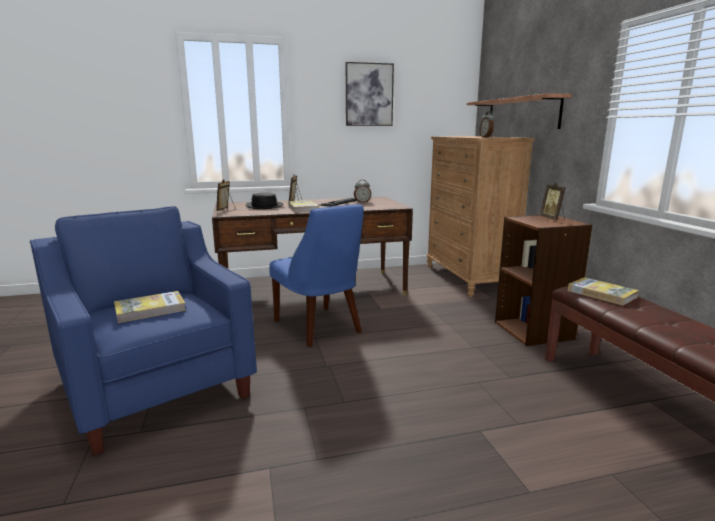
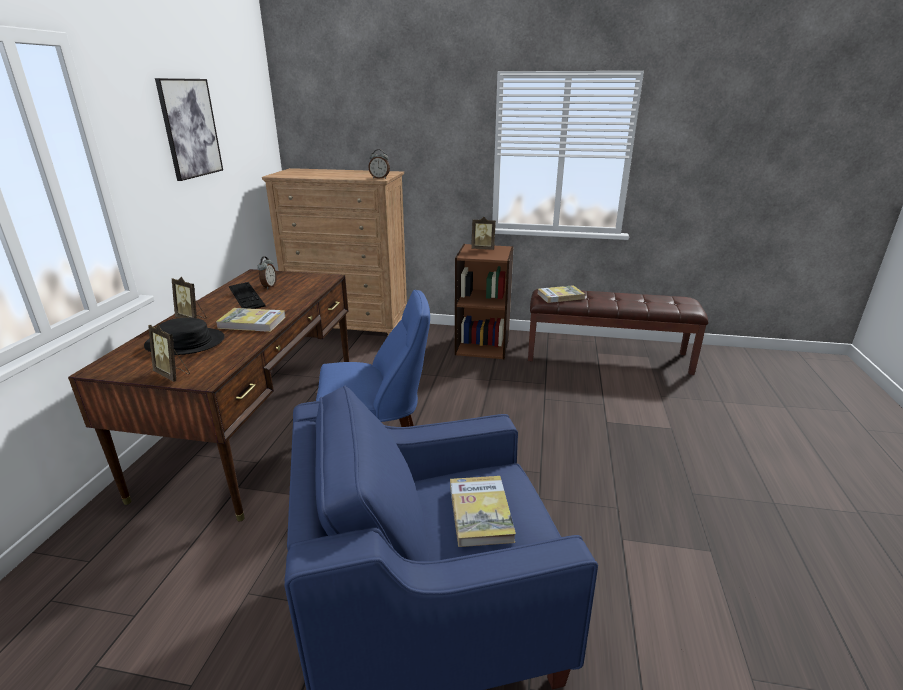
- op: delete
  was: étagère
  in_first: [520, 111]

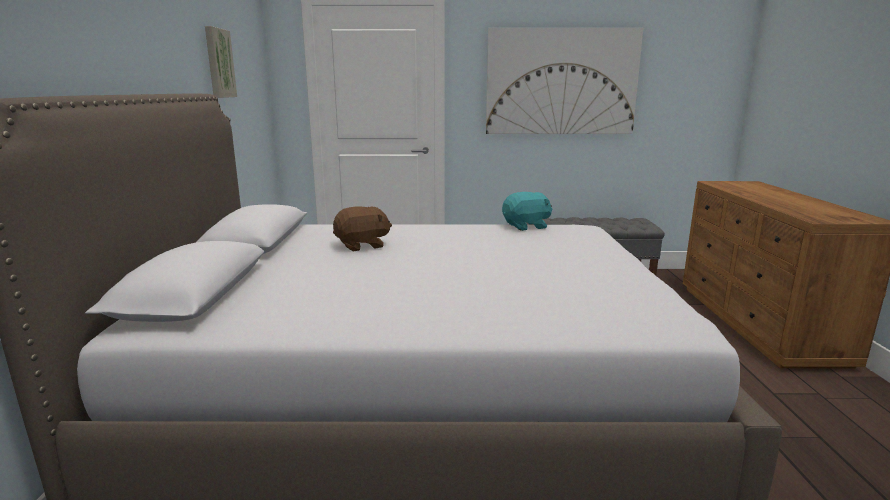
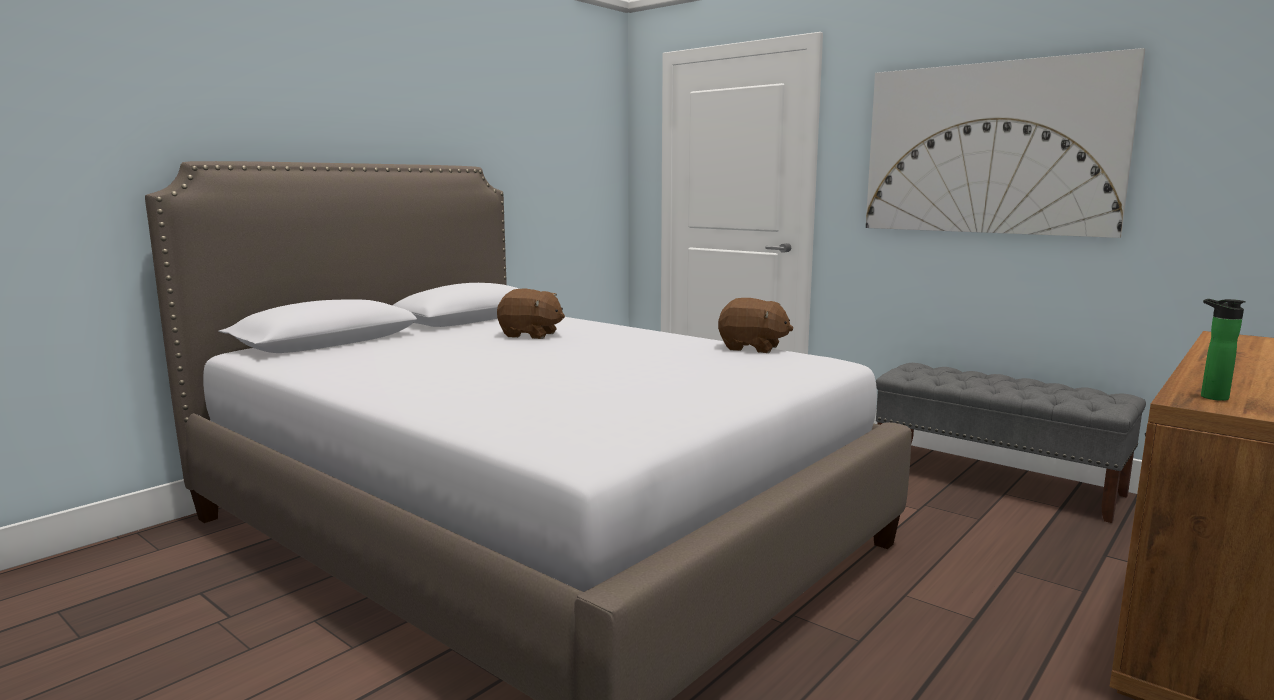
- op: recolor
  was: peluche/turquoise
  now: peluche/marron
  in_first: [527, 211]
  in_second: [755, 325]
- op: insert
  now: bouteille
  in_second: [1223, 350]
- op: delete
  was: tableau
  in_first: [221, 62]

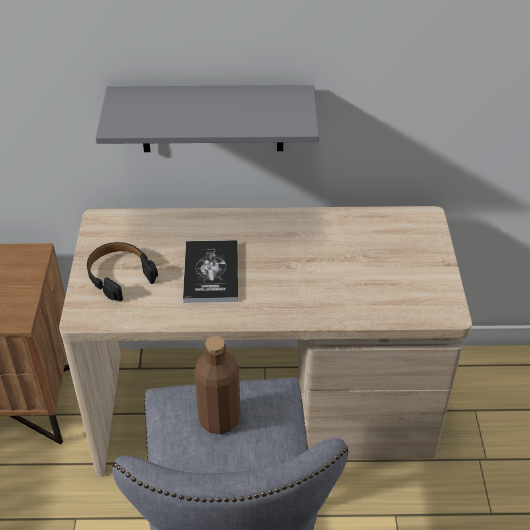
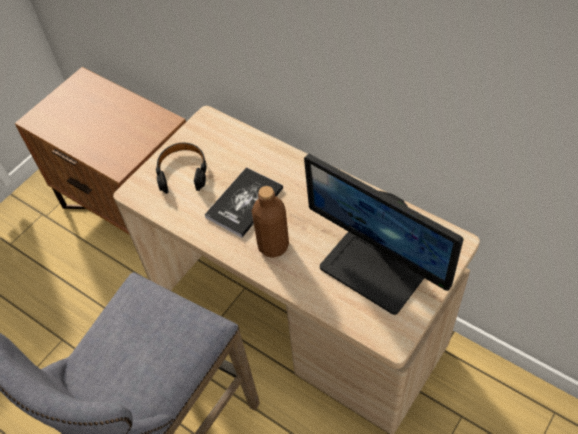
- op: move
  was: bouteille/marron
  in_first: [217, 385]
  in_second: [270, 222]
- op: insert
  now: écran d'ordinateur
  in_second: [384, 234]
- op: delete
  was: étagère/gris
  in_first: [207, 118]

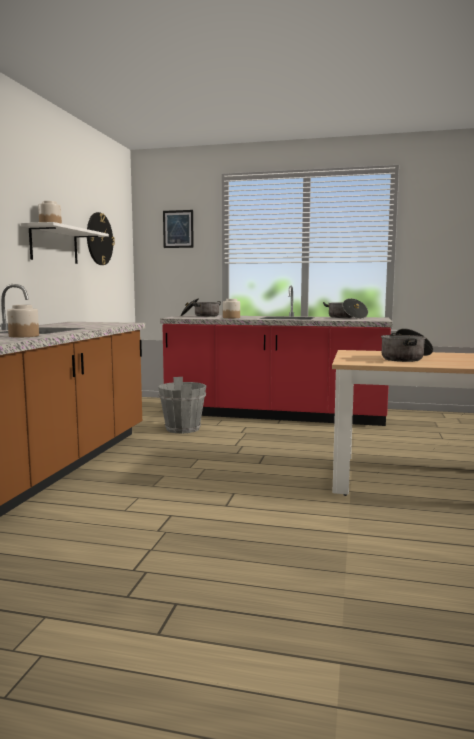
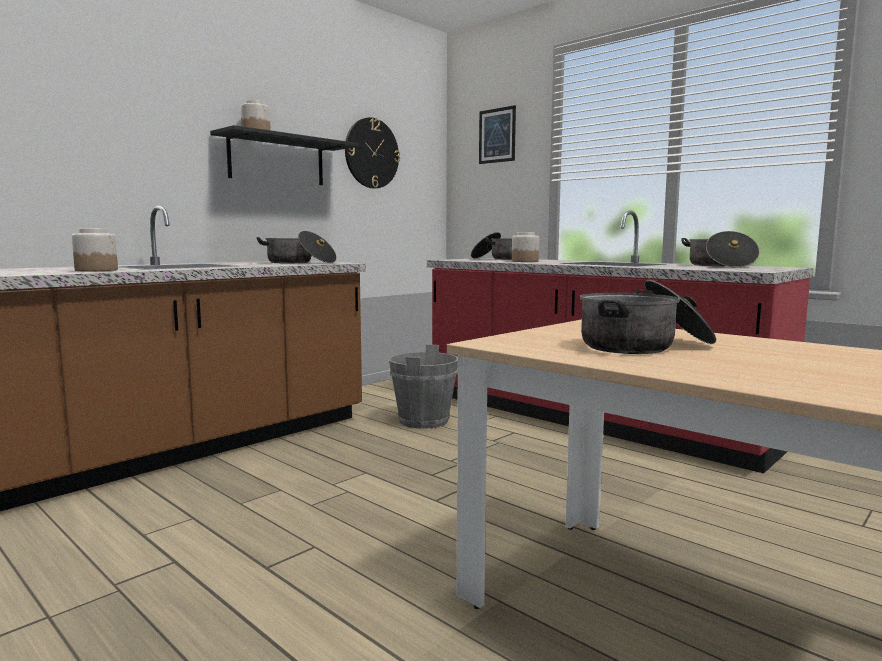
- op: recolor
  was: étagère/blanc
  now: étagère/noir
  in_first: [65, 243]
  in_second: [284, 155]
- op: insert
  now: marmite
  in_second: [296, 247]

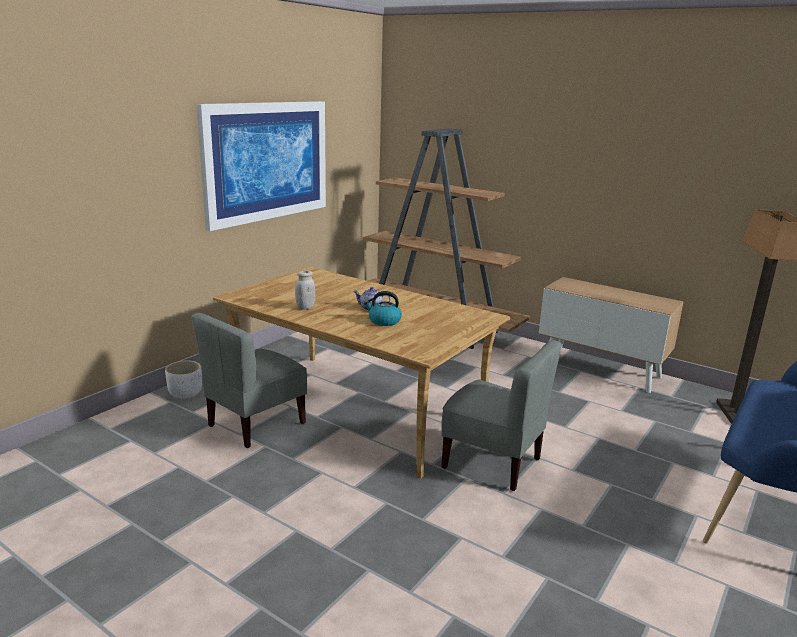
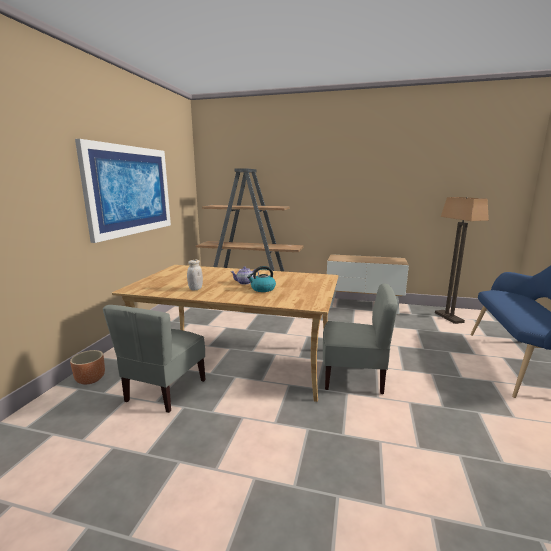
- op: recolor
  was: cache-pot/blanc
  now: cache-pot/marron
  in_first: [183, 379]
  in_second: [87, 367]

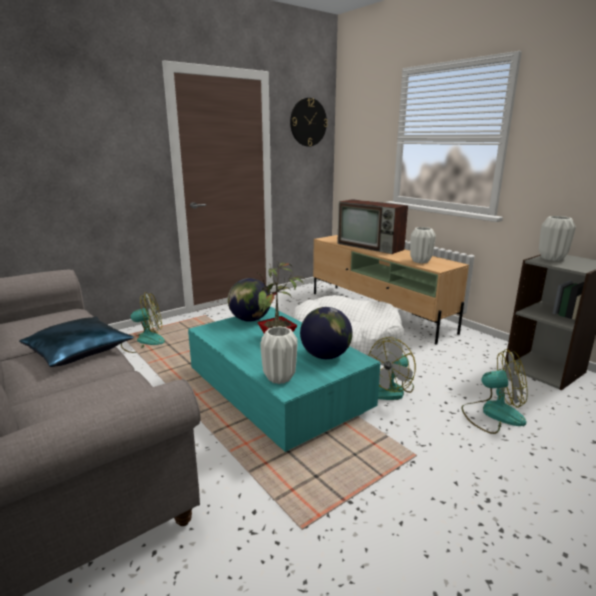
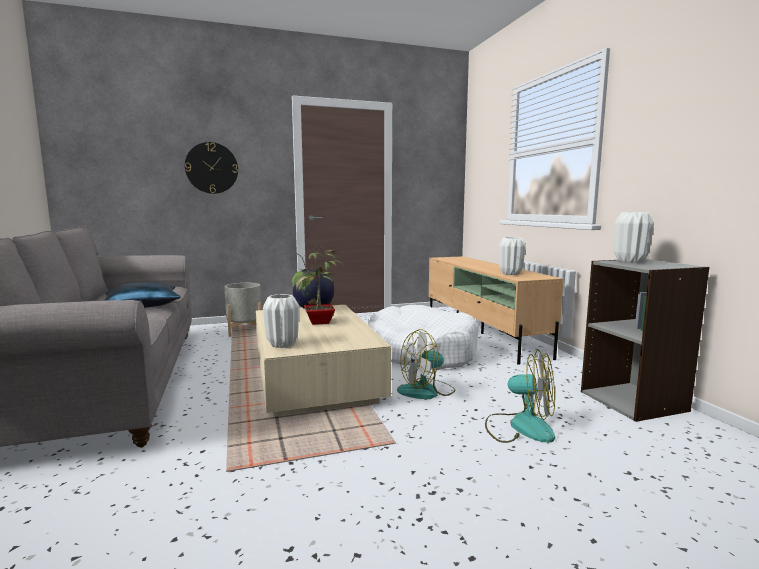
- op: move
  was: horloge murale
  in_first: [309, 122]
  in_second: [211, 168]
- op: replace
  was: ventilateur
  now: cache-pot/gris
  in_first: [143, 322]
  in_second: [242, 310]
- op: recolor
  was: table basse/turquoise
  now: table basse/beige
  in_first: [284, 379]
  in_second: [323, 361]
- op: delete
  was: globe
  in_first: [326, 333]
- op: delete
  was: téléviseur
  in_first: [372, 226]

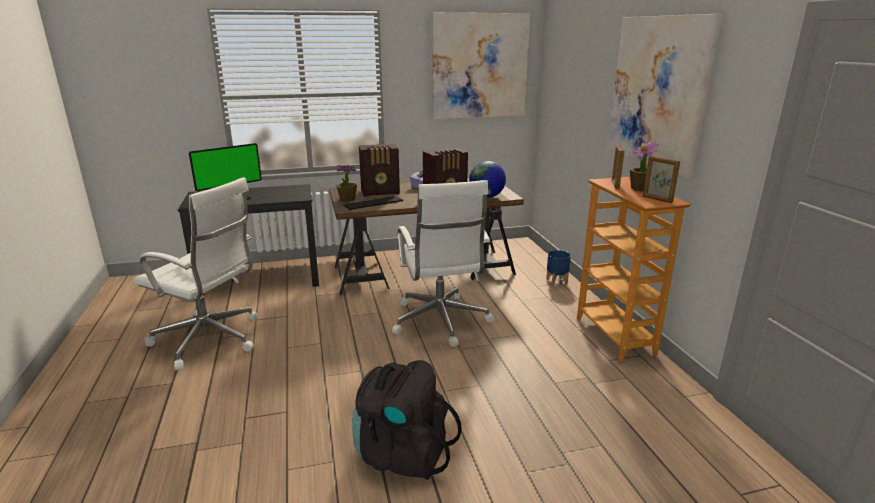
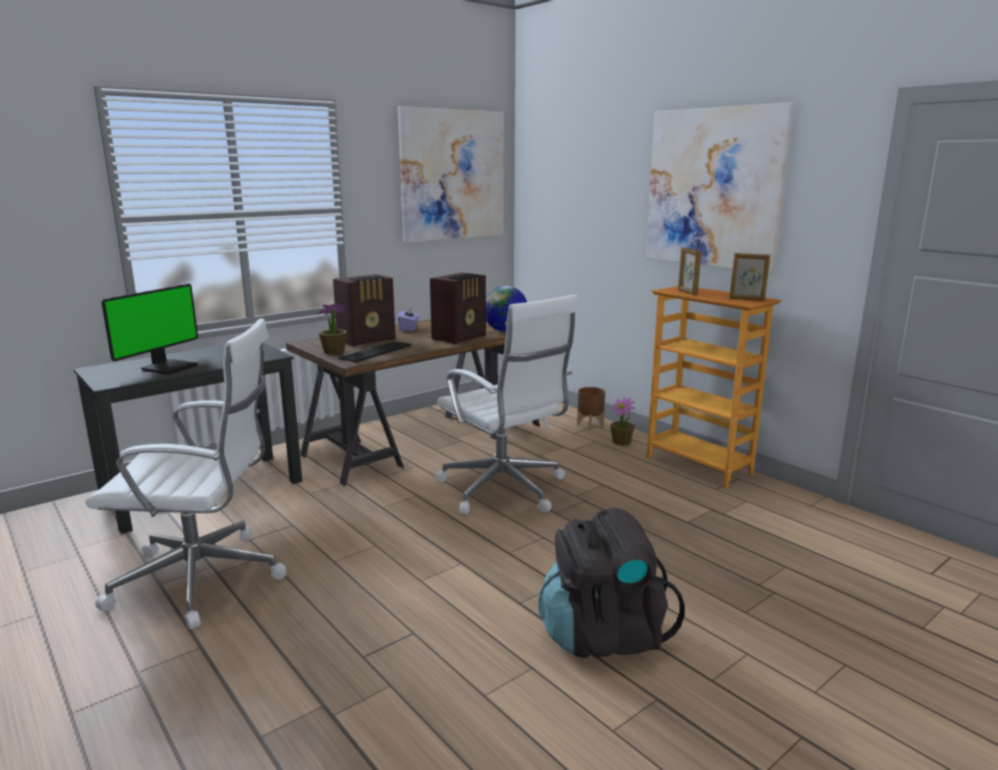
- op: recolor
  was: cache-pot/bleu
  now: cache-pot/marron
  in_first: [558, 268]
  in_second: [591, 408]
- op: move
  was: plante en pot
  in_first: [644, 166]
  in_second: [622, 421]

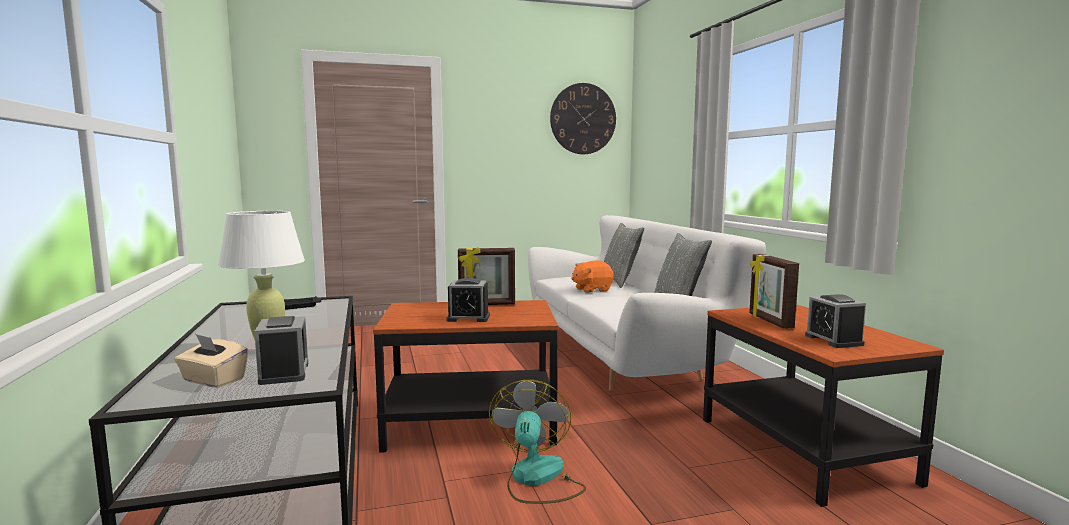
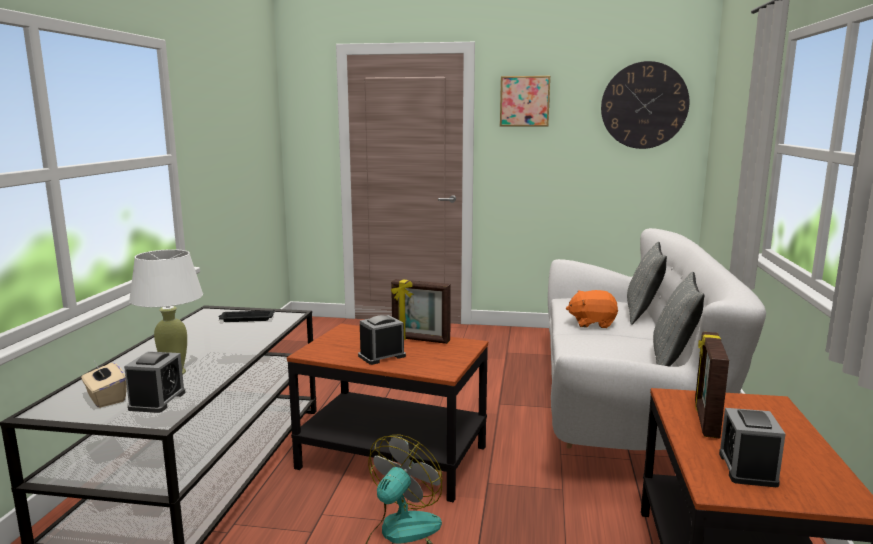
- op: rotate
  was: réveil
  in_first: [468, 300]
  in_second: [382, 340]
  clockwise: 120
- op: insert
  now: tableau
  in_second: [525, 101]

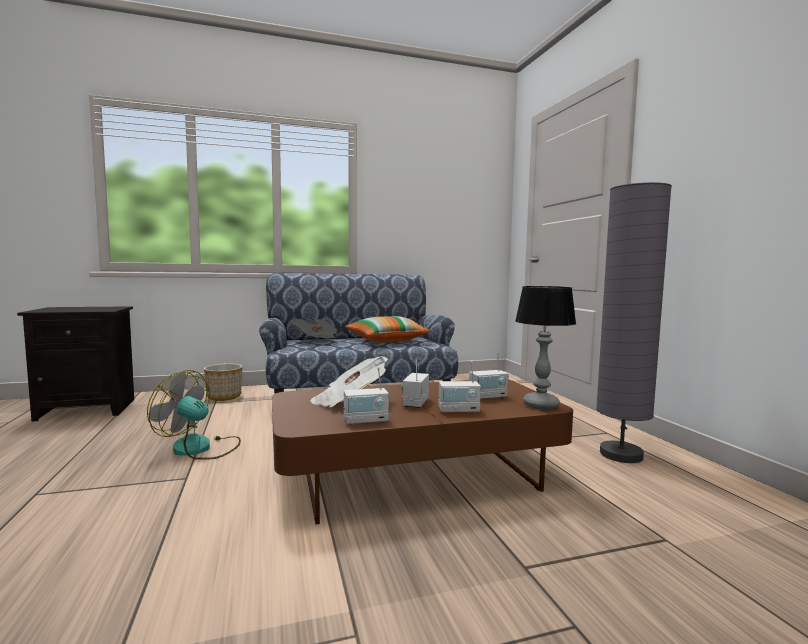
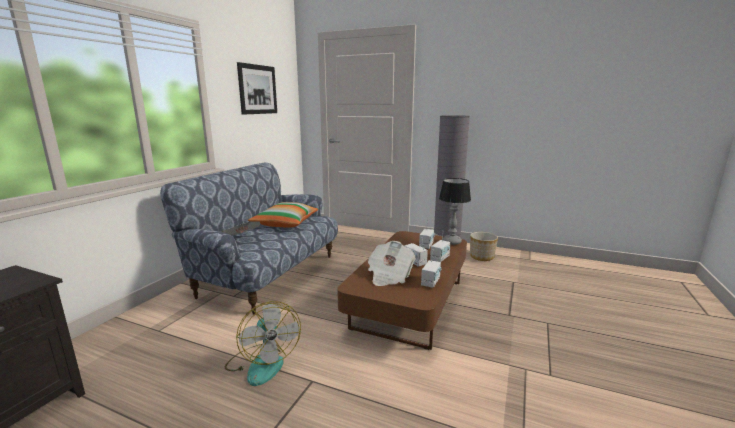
- op: rotate
  was: ventilateur
  in_first: [194, 415]
  in_second: [263, 343]
  clockwise: -90
- op: insert
  now: tableau
  in_second: [257, 88]
- op: move
  was: cache-pot
  in_first: [223, 382]
  in_second: [484, 246]

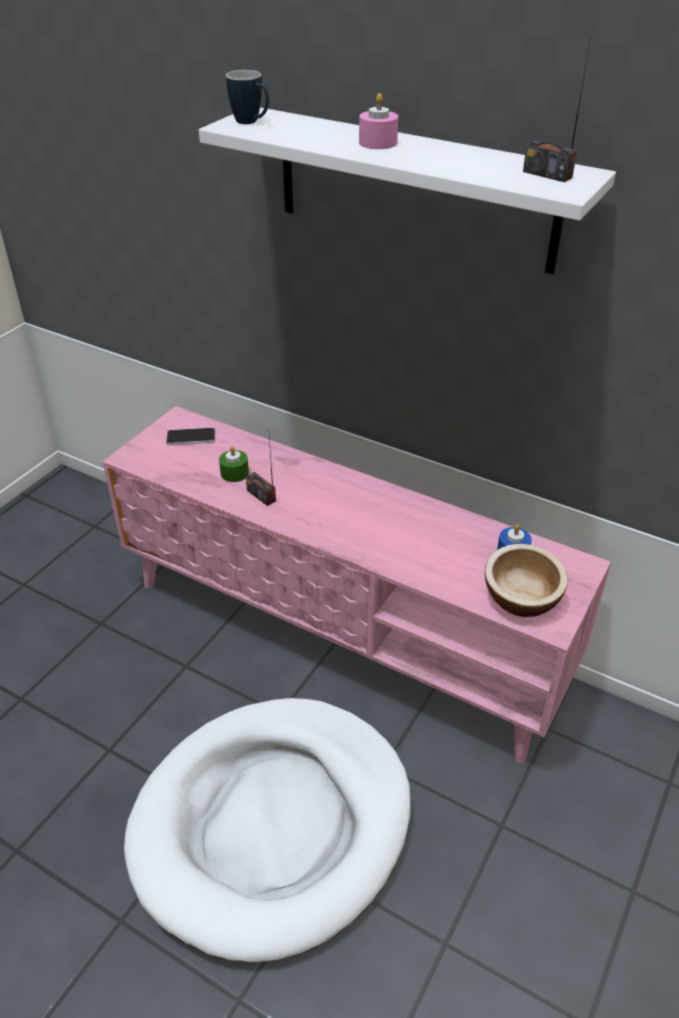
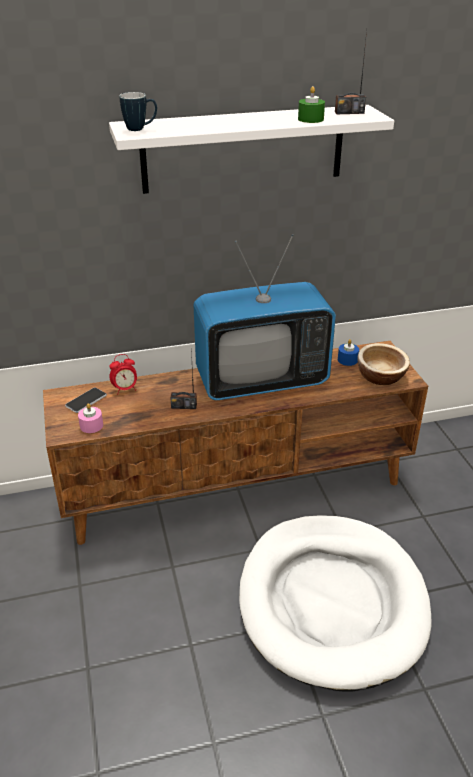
- op: recolor
  was: meuble télé/rose
  now: meuble télé/marron
  in_first: [357, 584]
  in_second: [235, 443]
- op: move
  was: bougie/rose
  in_first: [378, 121]
  in_second: [90, 418]
- op: insert
  now: réveil
  in_second: [123, 374]
- op: insert
  now: téléviseur
  in_second: [264, 317]
- op: move
  was: bougie/vert
  in_first: [234, 464]
  in_second: [311, 104]

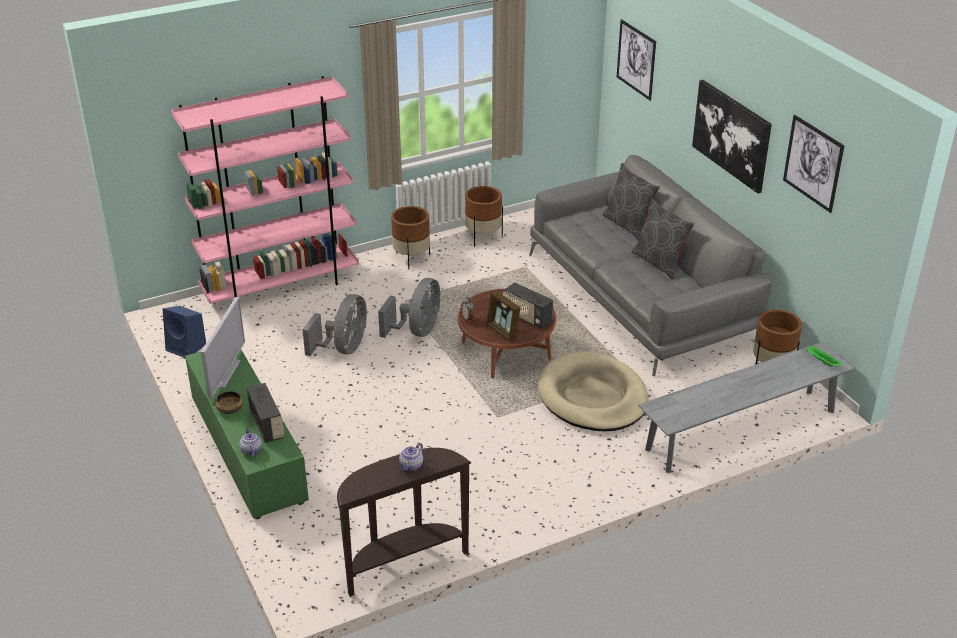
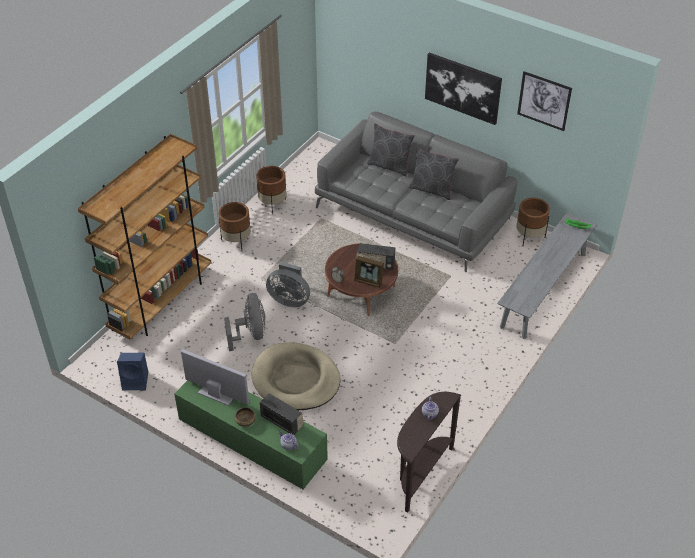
- op: recolor
  was: bibliothèque/rose
  now: bibliothèque/marron
  in_first: [265, 190]
  in_second: [144, 237]
- op: rotate
  was: téléviseur
  in_first: [223, 347]
  in_second: [215, 377]
  clockwise: -45
- op: move
  was: panier pour chien/beige
  in_first: [593, 391]
  in_second: [296, 376]
- op: rotate
  was: ventilateur/gris
  in_first: [409, 308]
  in_second: [288, 284]
  clockwise: 120
- op: delete
  was: tableau
  in_first: [636, 60]

